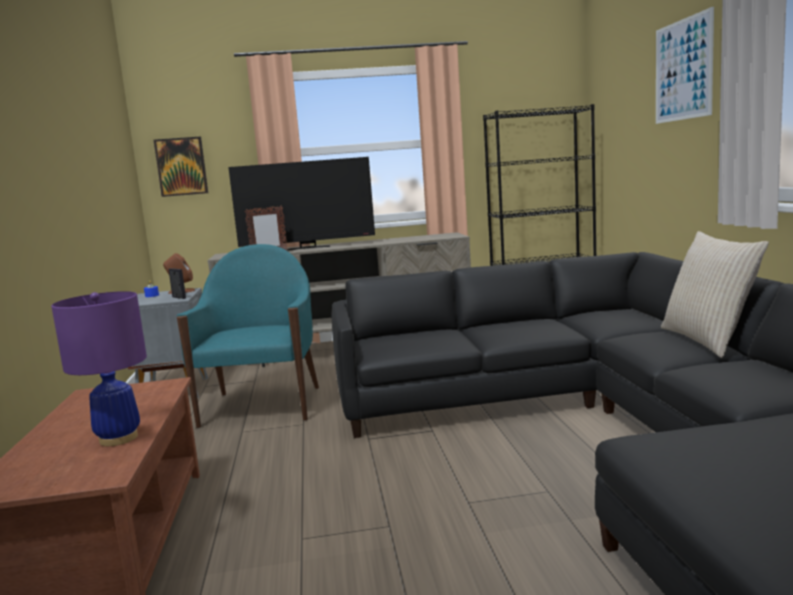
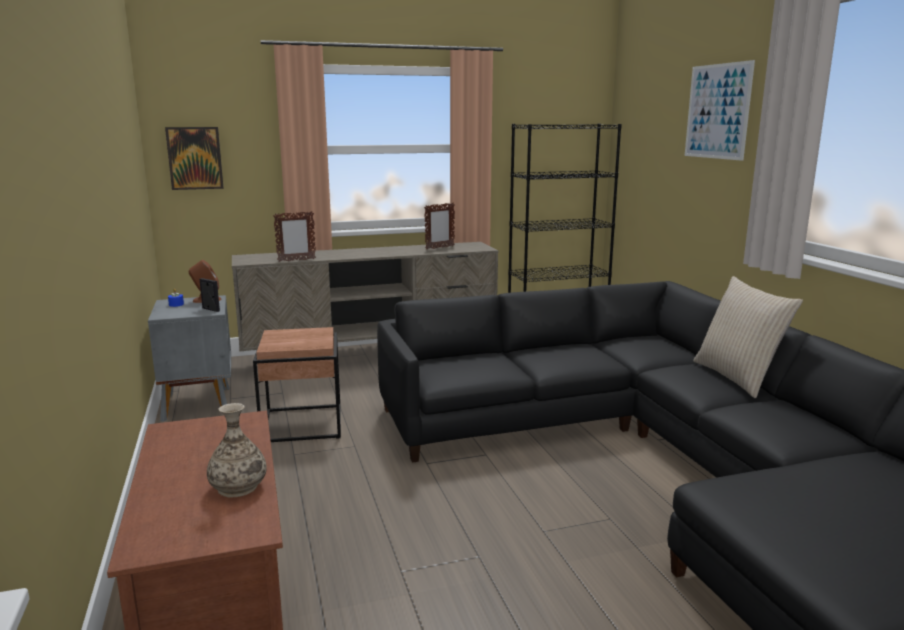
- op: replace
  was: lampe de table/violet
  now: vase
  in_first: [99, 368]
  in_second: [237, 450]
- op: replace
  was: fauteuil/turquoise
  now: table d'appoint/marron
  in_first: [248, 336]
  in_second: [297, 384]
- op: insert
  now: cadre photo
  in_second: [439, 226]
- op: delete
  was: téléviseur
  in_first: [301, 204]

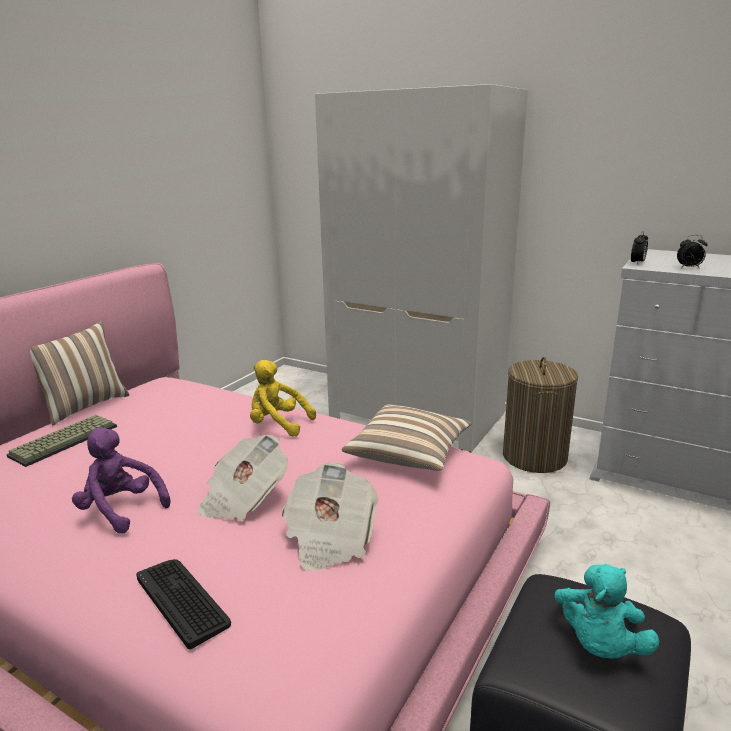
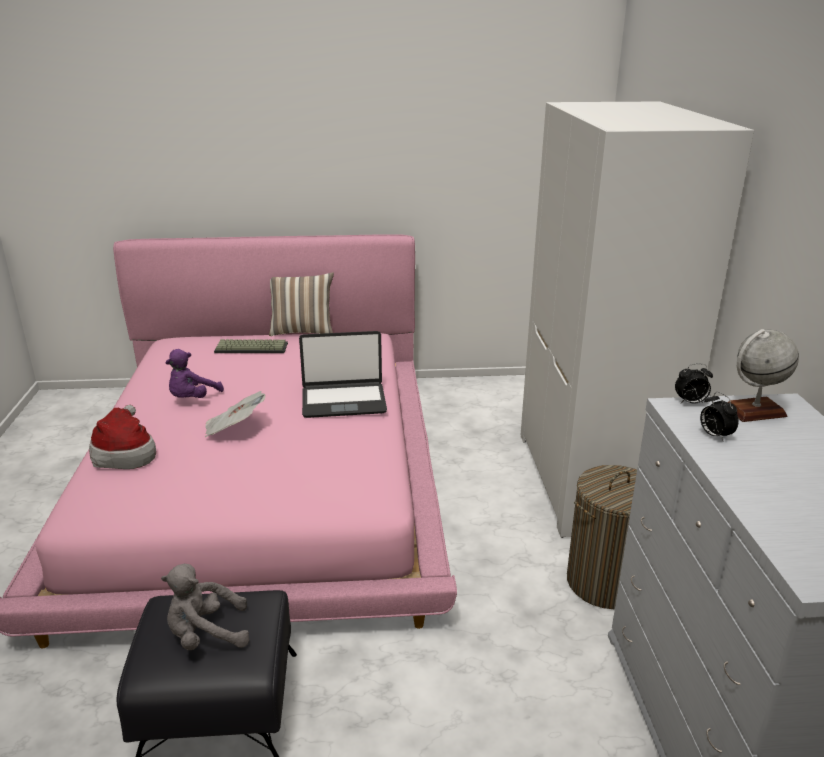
- op: replace
  was: clavier
  now: chapeau
  in_first: [183, 604]
  in_second: [122, 437]
- op: recolor
  was: peluche/turquoise
  now: peluche/gris
  in_first: [607, 611]
  in_second: [205, 607]
- op: rotate
  was: peluche/violet
  in_first: [121, 480]
  in_second: [195, 373]
  clockwise: -150
- op: replace
  was: peluche/jaune
  now: ordinateur portable
  in_first: [283, 398]
  in_second: [343, 374]
- op: insert
  now: globe
  in_second: [763, 375]
- op: delete
  was: journal
  in_first: [330, 517]
- op: delete
  was: coussin
  in_first: [407, 437]

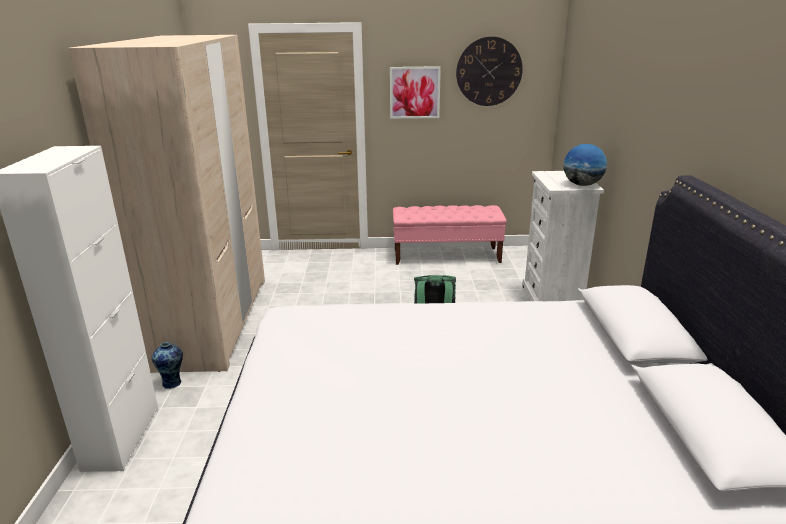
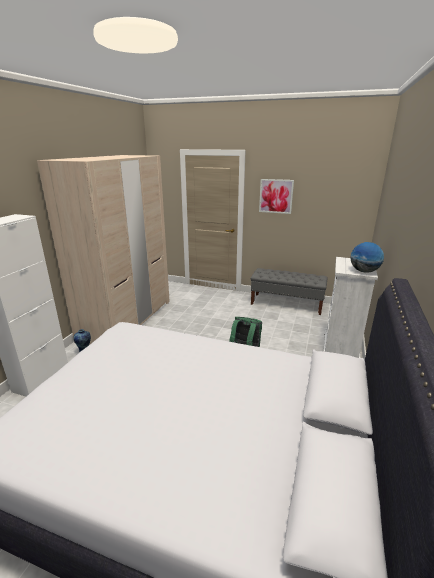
- op: recolor
  was: banc/rose
  now: banc/gris
  in_first: [450, 235]
  in_second: [289, 291]
- op: delete
  was: horloge murale
  in_first: [489, 71]

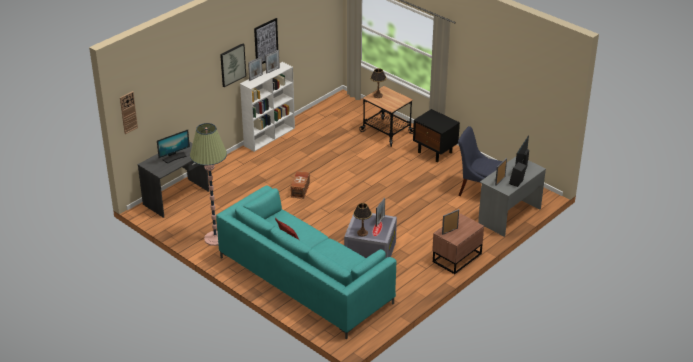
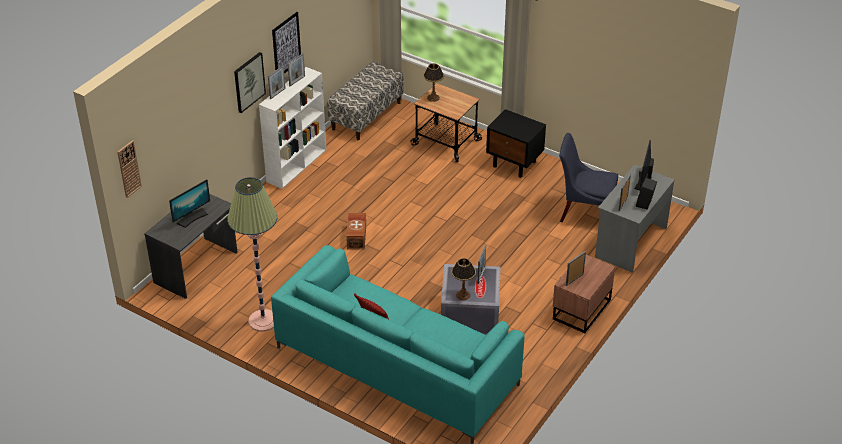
- op: insert
  now: banc
  in_second: [365, 101]

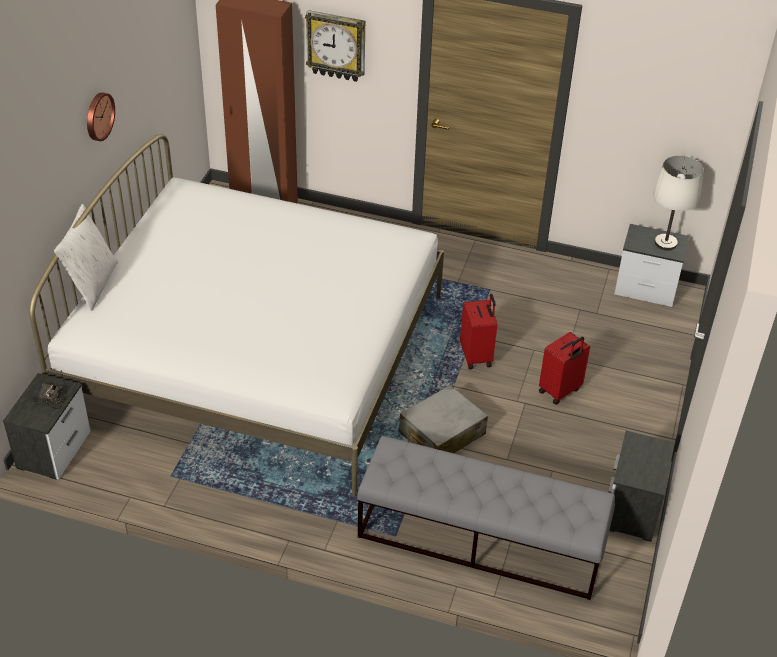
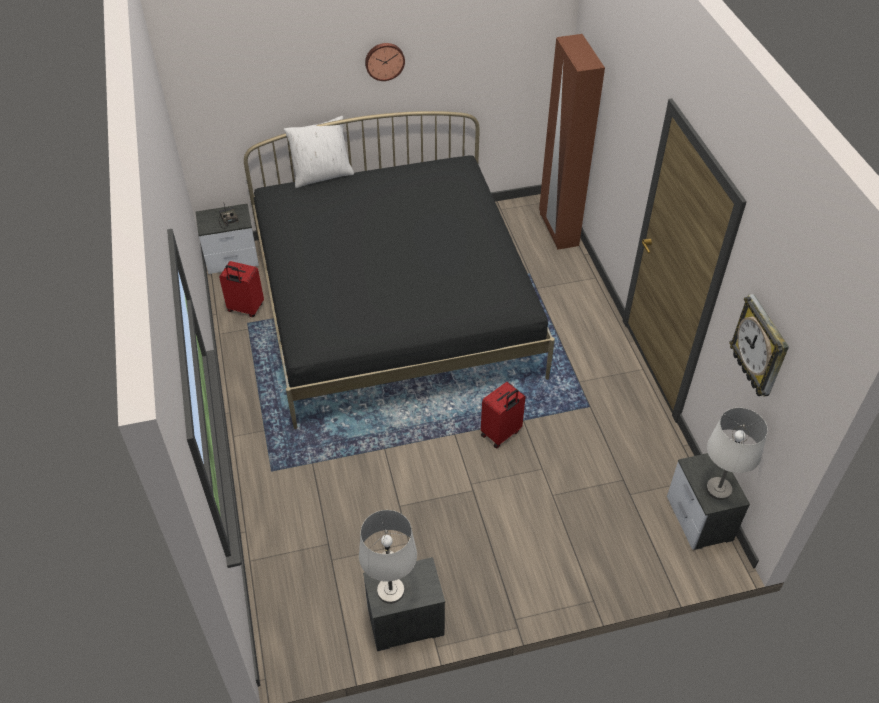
- op: move
  was: valise/rouge
  in_first: [564, 368]
  in_second: [241, 289]
- op: recolor
  was: lit/blanc
  now: lit/noir
  in_first: [236, 315]
  in_second: [399, 270]
- op: insert
  now: lampe de table/blanc
  in_second: [388, 557]
- op: move
  was: horloge murale
  in_first: [335, 46]
  in_second: [759, 345]
- op: delete
  was: banc/gris
  in_first: [486, 518]
- op: delete
  was: valise/gris
  in_first: [443, 419]

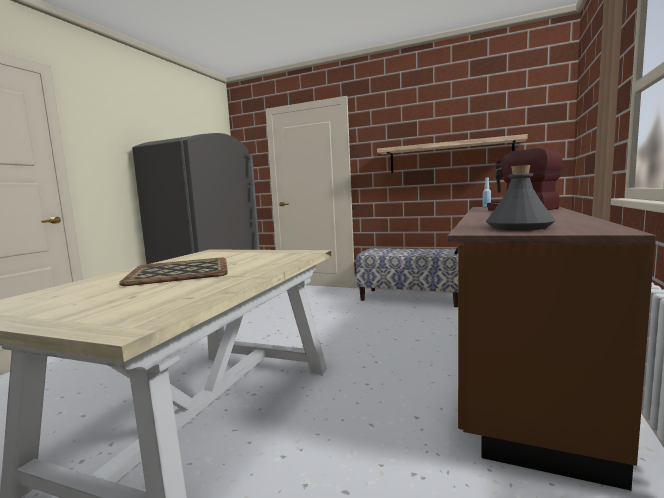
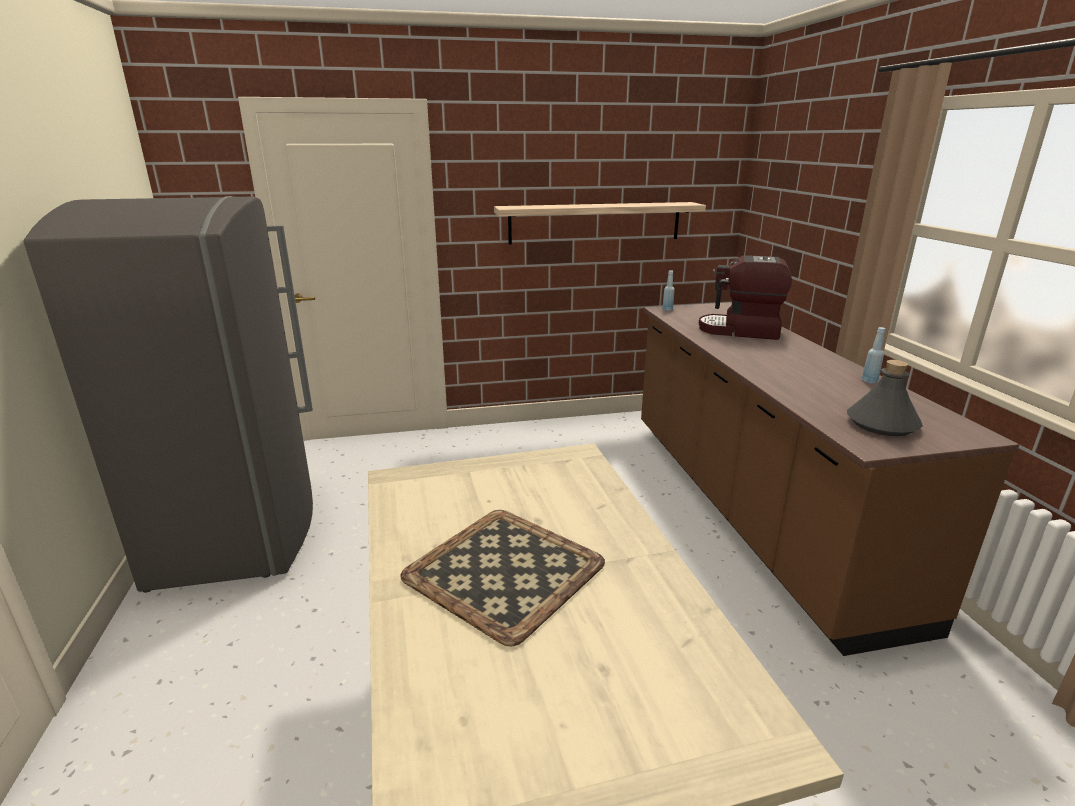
- op: insert
  now: bouteille/bleu
  in_second: [874, 355]
- op: delete
  was: banc
  in_first: [407, 277]

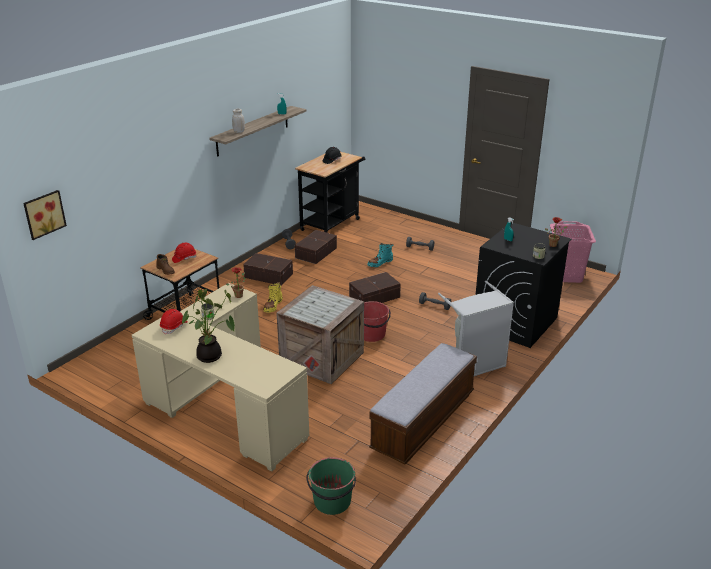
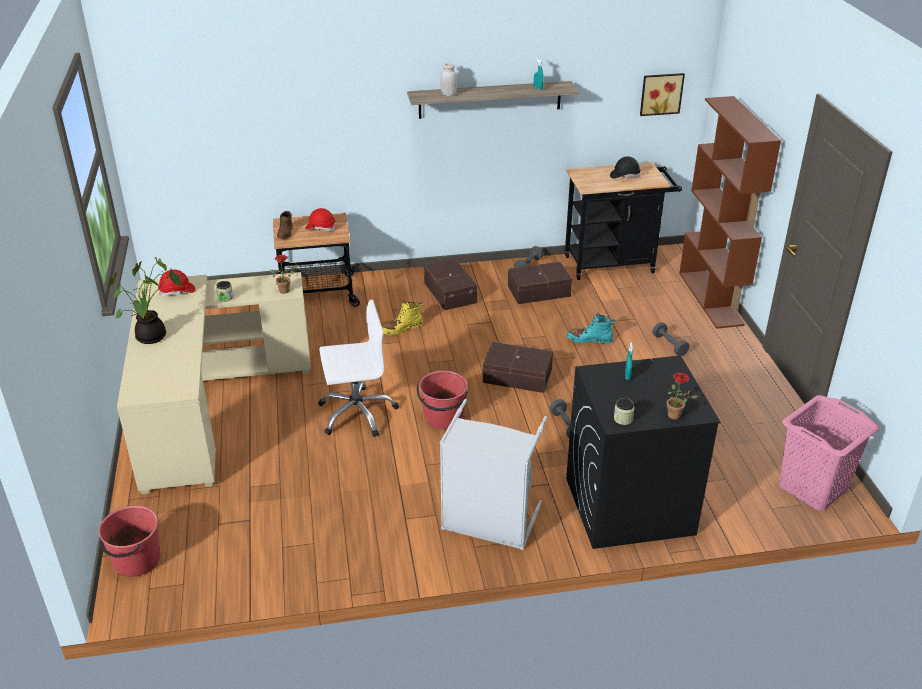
- op: recolor
  was: seau/vert
  now: seau/rouge
  in_first: [331, 486]
  in_second: [129, 541]
- op: replace
  was: caisse
  now: chaise de bureau/blanc
  in_first: [320, 334]
  in_second: [358, 368]
- op: move
  was: tableau
  in_first: [45, 215]
  in_second: [662, 94]
- op: insert
  now: bibliothèque/marron
  in_second: [730, 212]
- op: delete
  was: banc
  in_first: [423, 404]

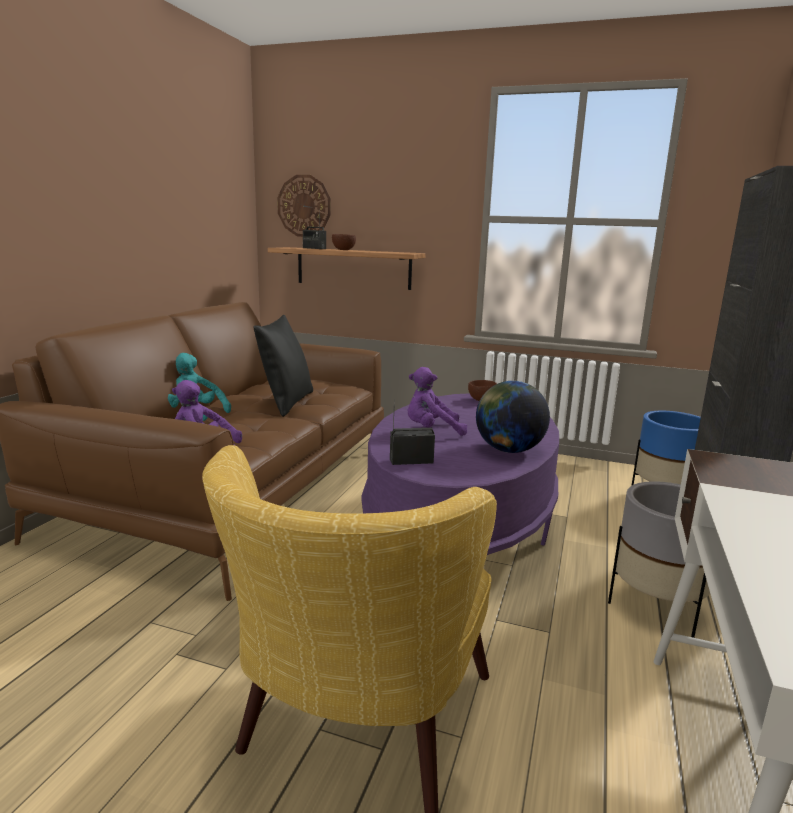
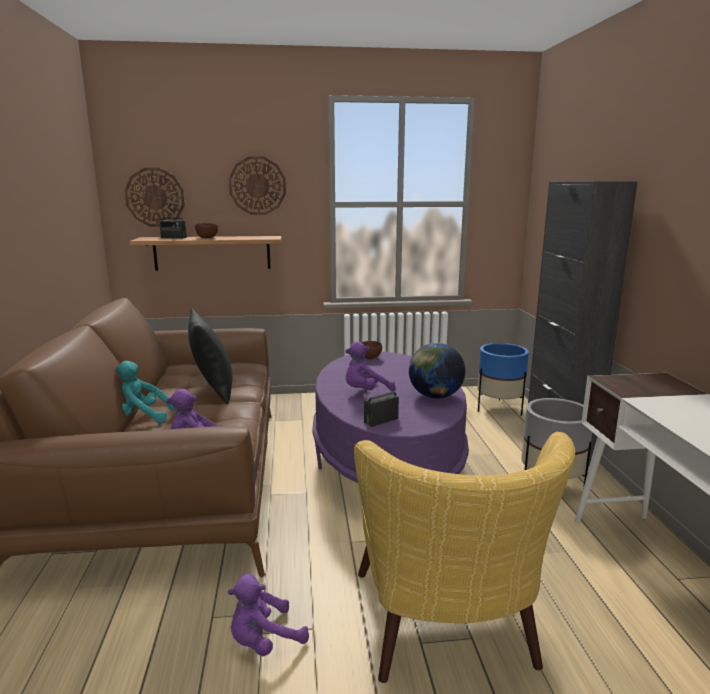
- op: insert
  now: peluche/violet
  in_second: [268, 615]
- op: insert
  now: horloge murale
  in_second: [257, 185]

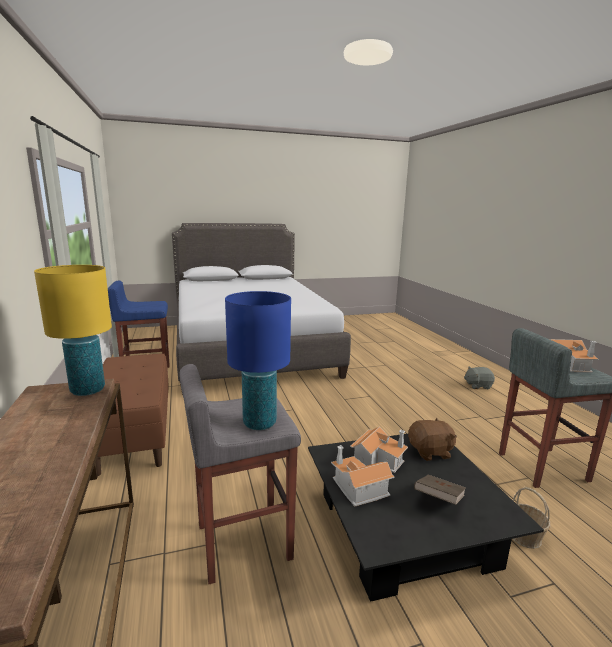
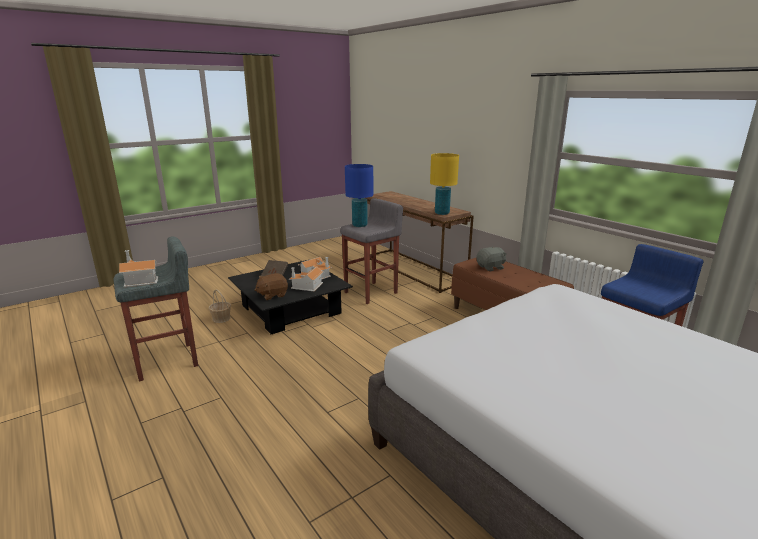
- op: move
  was: peluche/gris
  in_first: [479, 377]
  in_second: [491, 259]

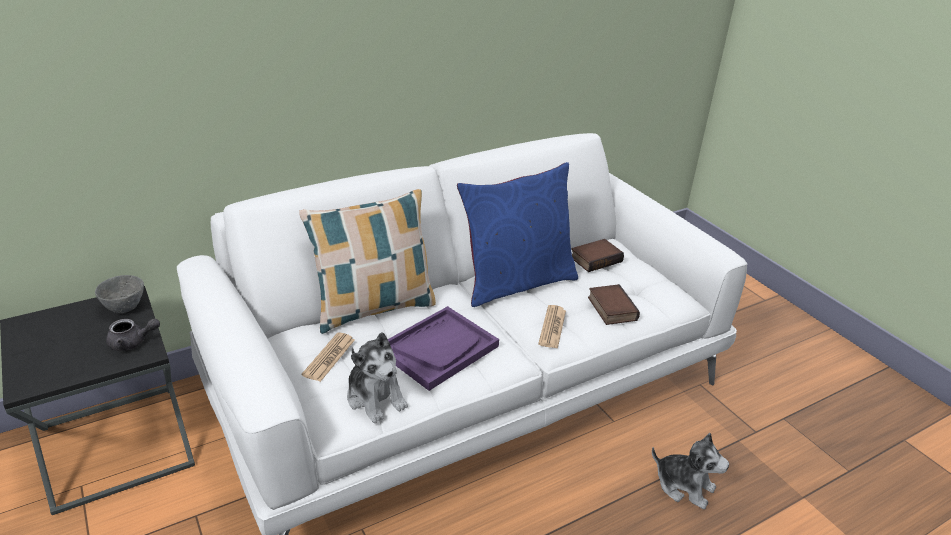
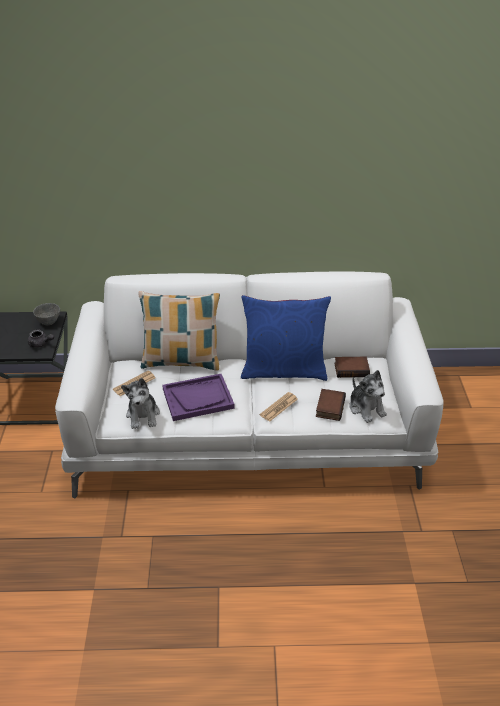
- op: move
  was: peluche
  in_first: [690, 471]
  in_second: [368, 396]

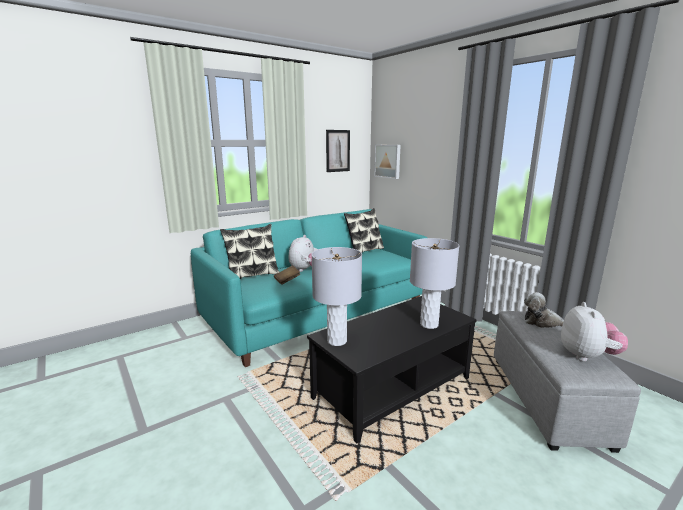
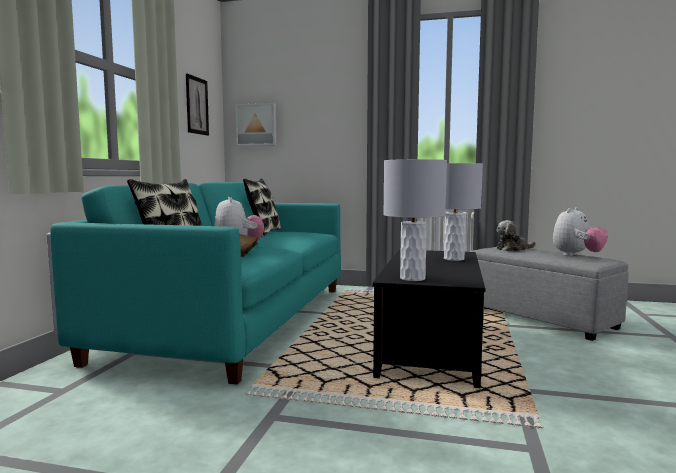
- op: rotate
  was: peluche
  in_first: [594, 331]
  in_second: [580, 231]
  clockwise: 75

